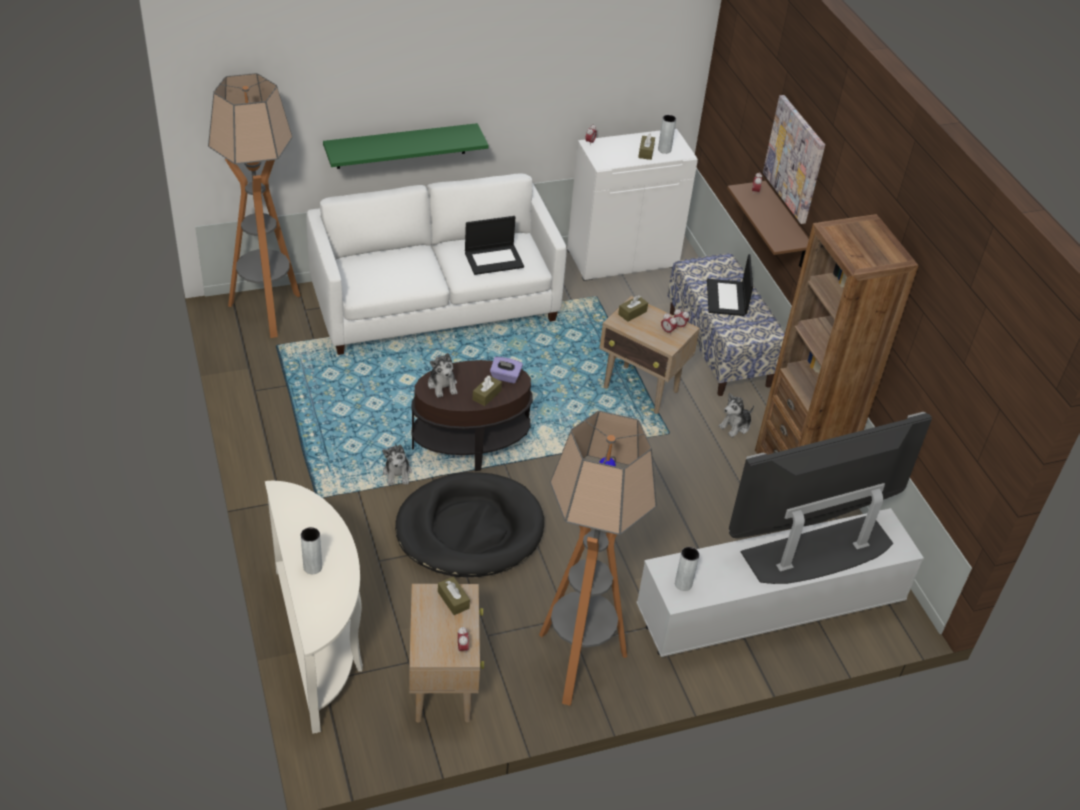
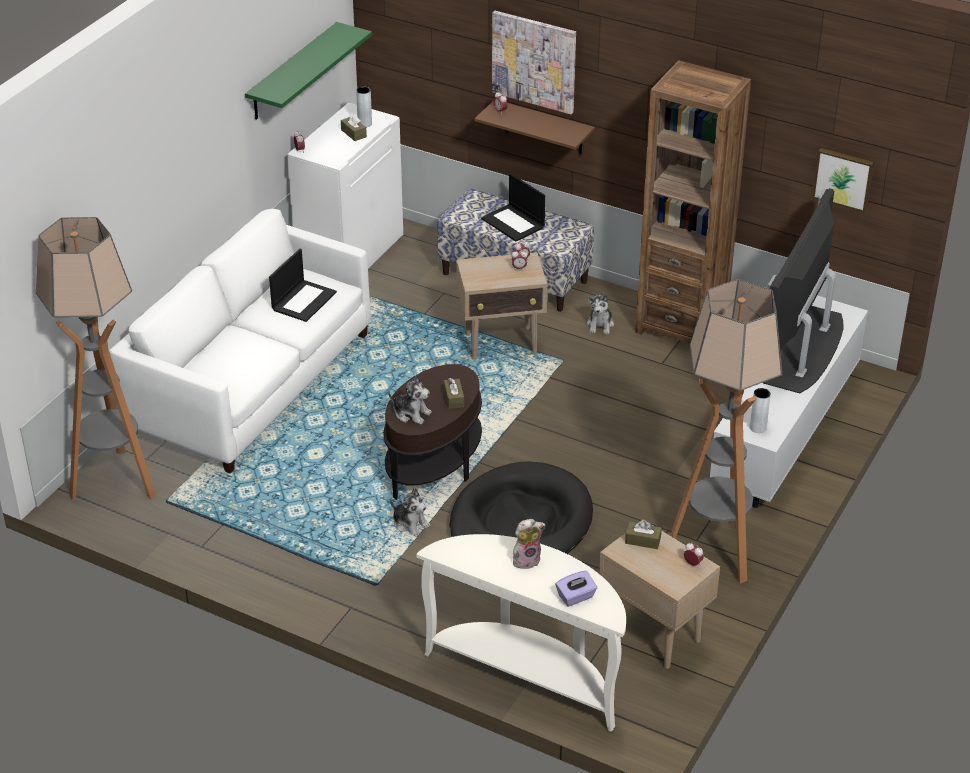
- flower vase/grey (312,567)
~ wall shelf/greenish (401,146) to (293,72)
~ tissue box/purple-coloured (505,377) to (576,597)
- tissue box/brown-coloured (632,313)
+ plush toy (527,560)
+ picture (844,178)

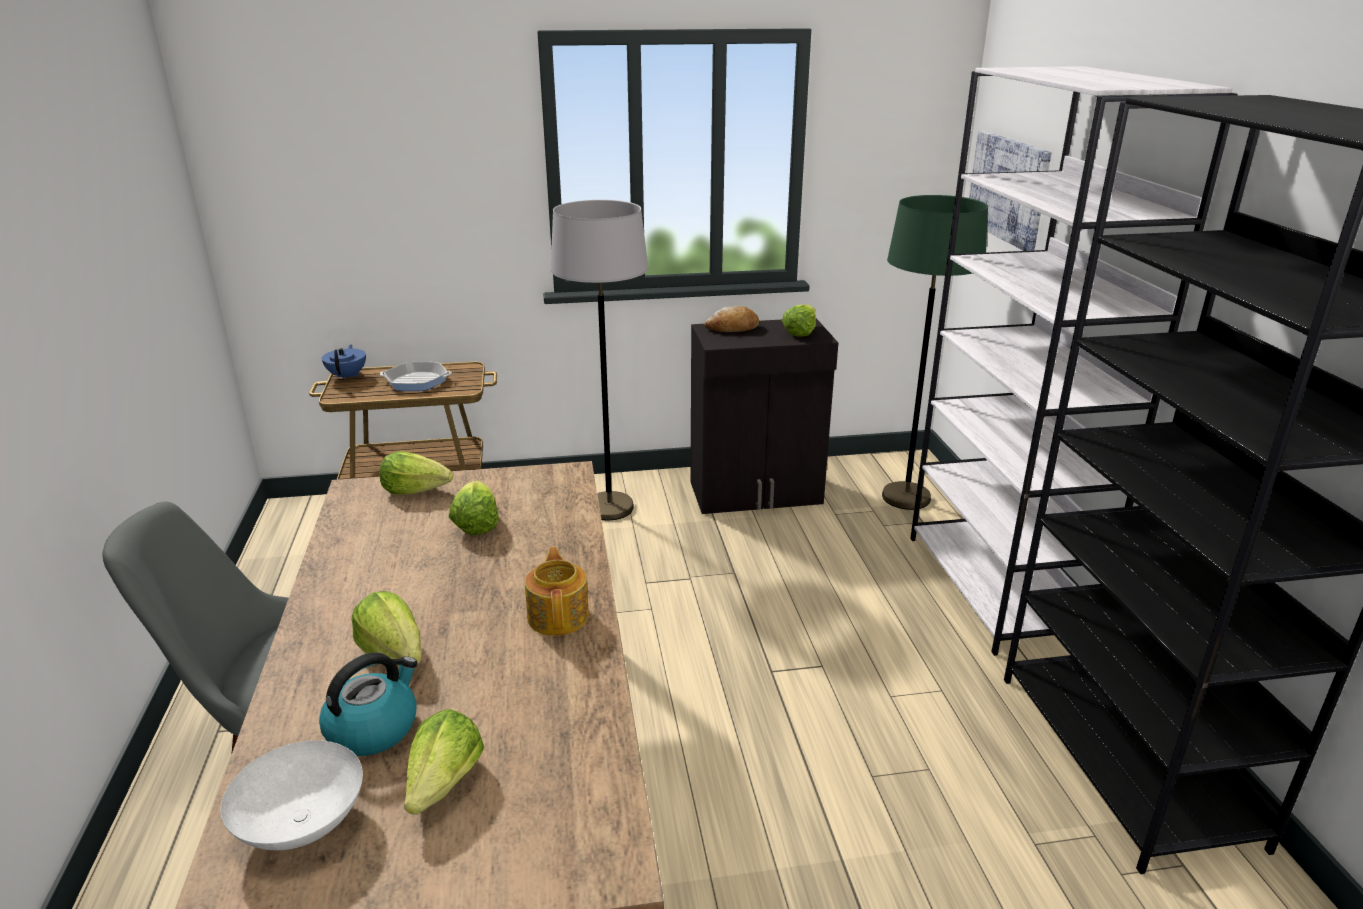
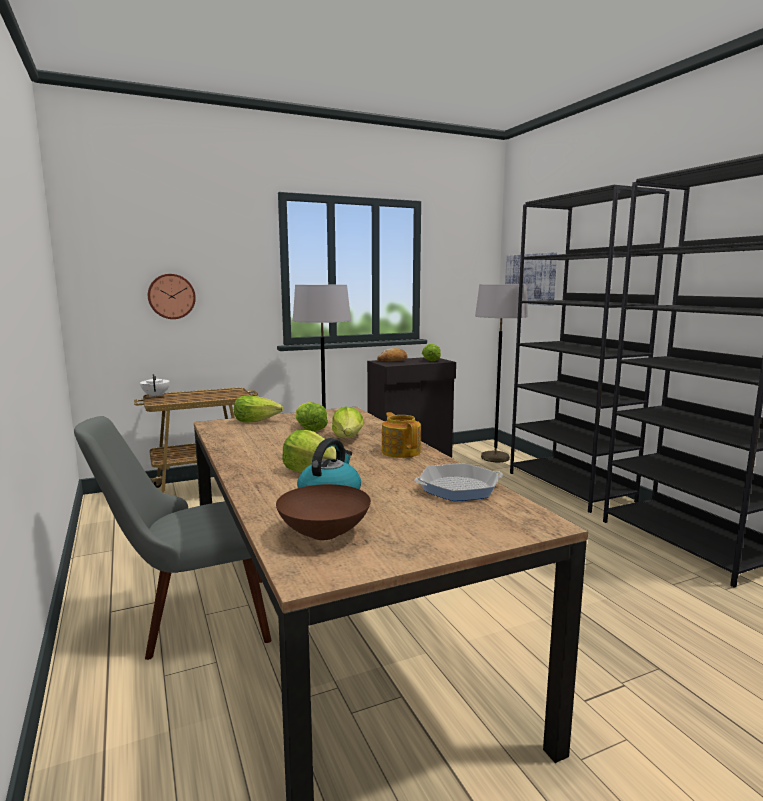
~ deep dish/whitish (302,822) to deep dish/brown-coloured (323,533)
~ tea pot/bluish (348,376) to tea pot/whitish (156,396)
~ frying pan (417,381) to (458,488)
~ lettuce head (445,783) to (348,438)
~ floor lamp/greenish (906,497) to floor lamp/grey (495,458)
~ bookcase/whitish (997,587) to bookcase/black-coloured (570,487)
+ hanging clock (171,296)

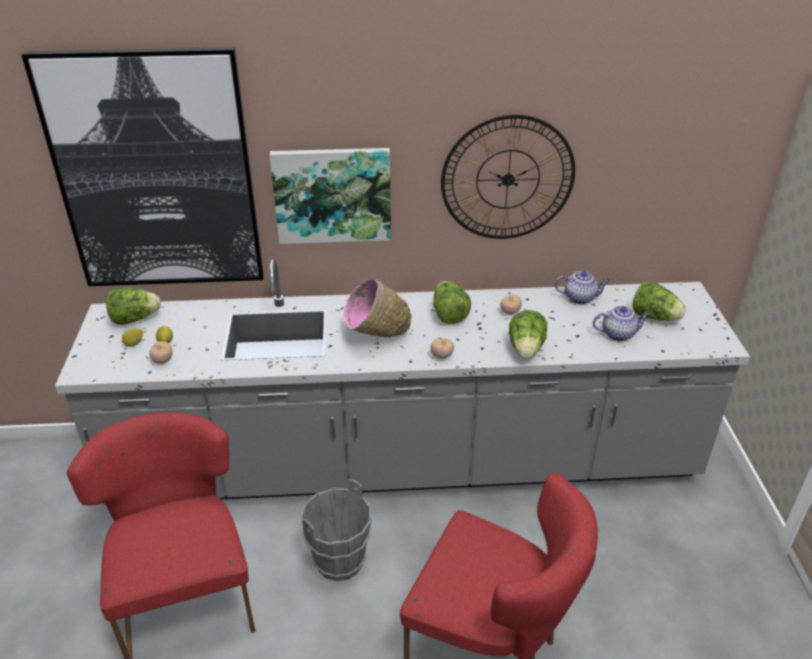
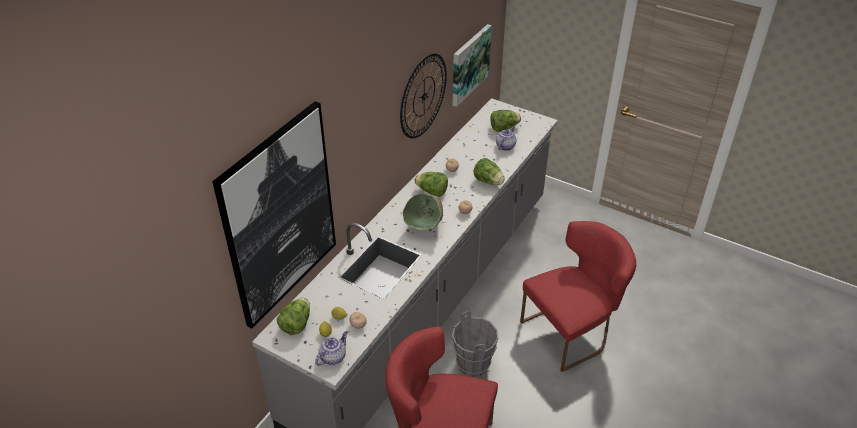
~ picture (332,195) to (469,64)
~ deep dish/pink (376,338) to deep dish/greenish (425,228)
~ tea pot (580,298) to (333,357)

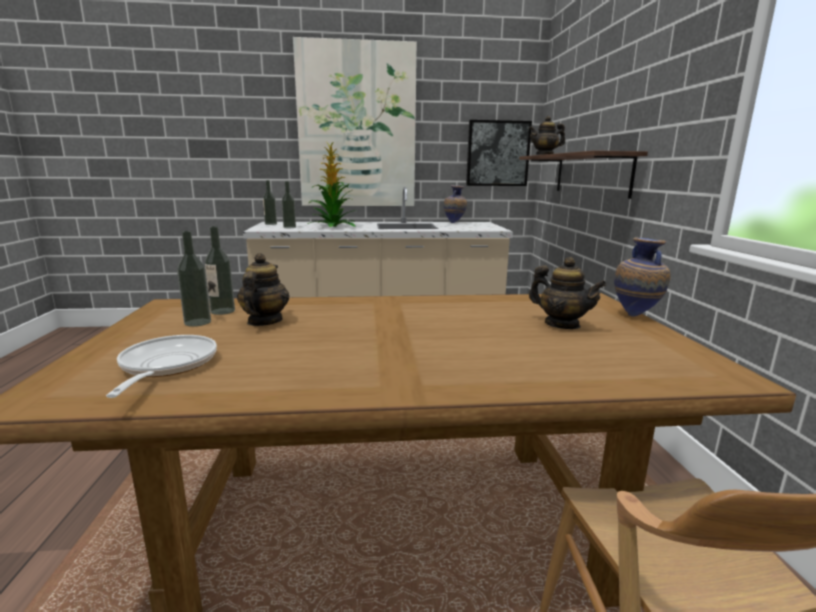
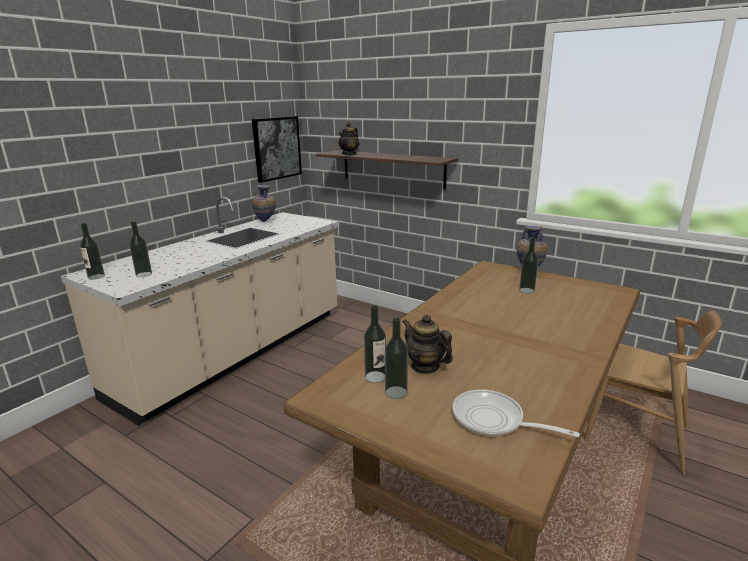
- picture (357,126)
- houseplant (332,226)
~ tea pot (562,325) to beverage bottle (527,290)

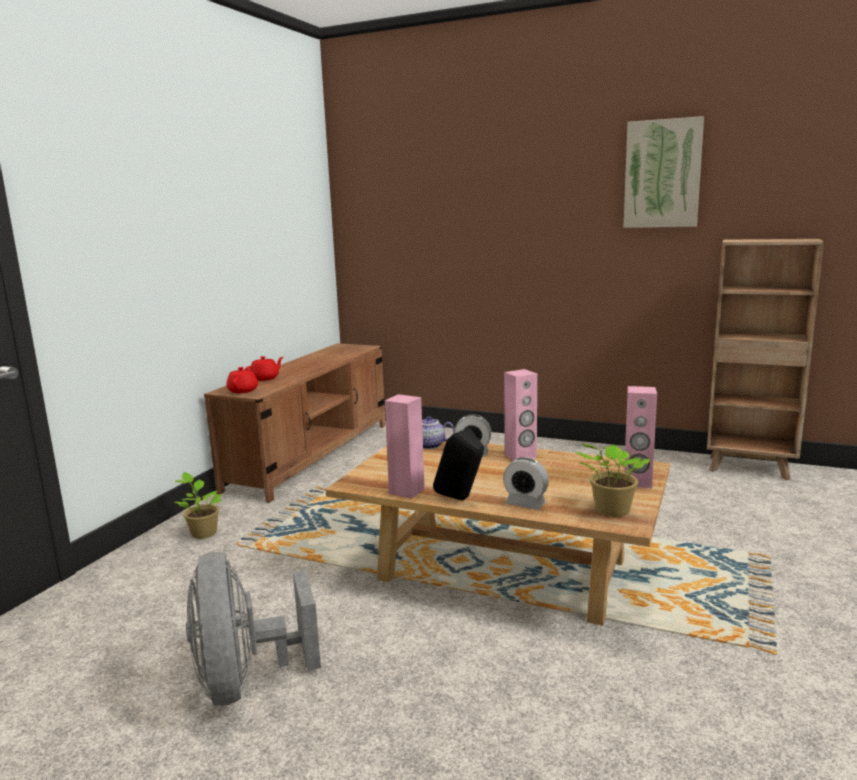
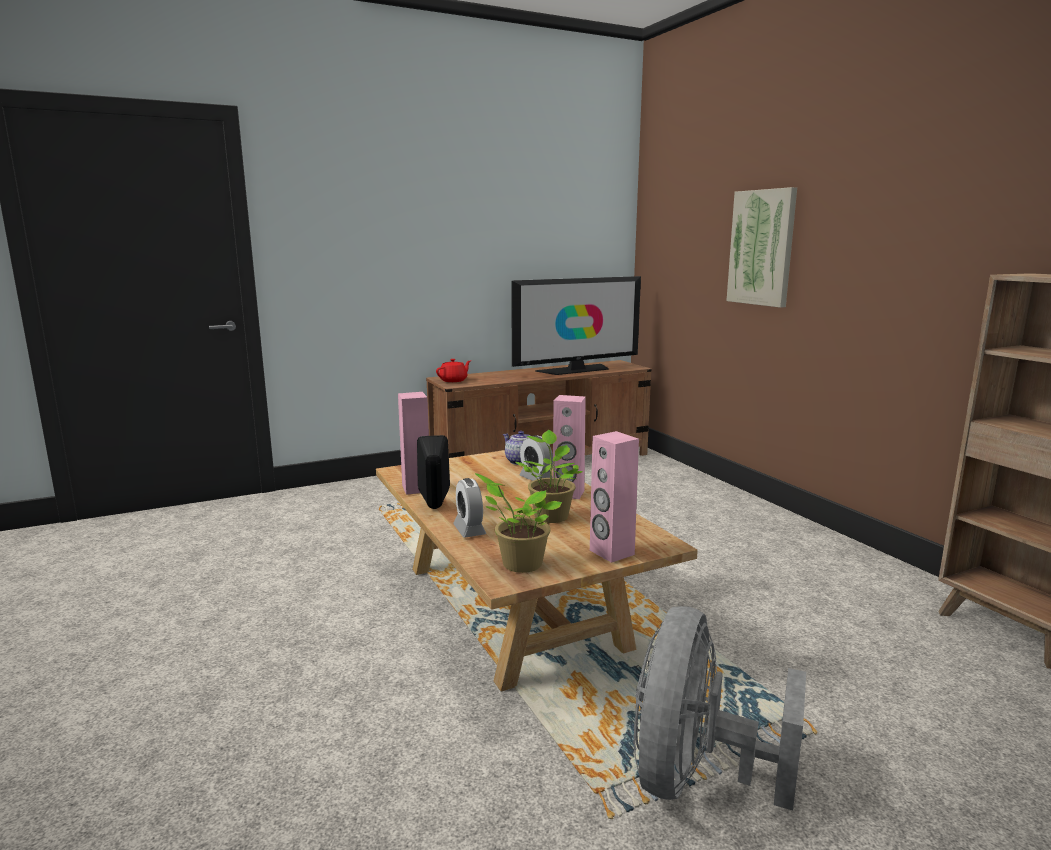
~ houseplant (202,532) to (550,515)
~ electric fan/grey (246,681) to (696,777)
- tea pot/red (265,378)
~ picture (662,174) to (762,248)
+ TV (576,370)

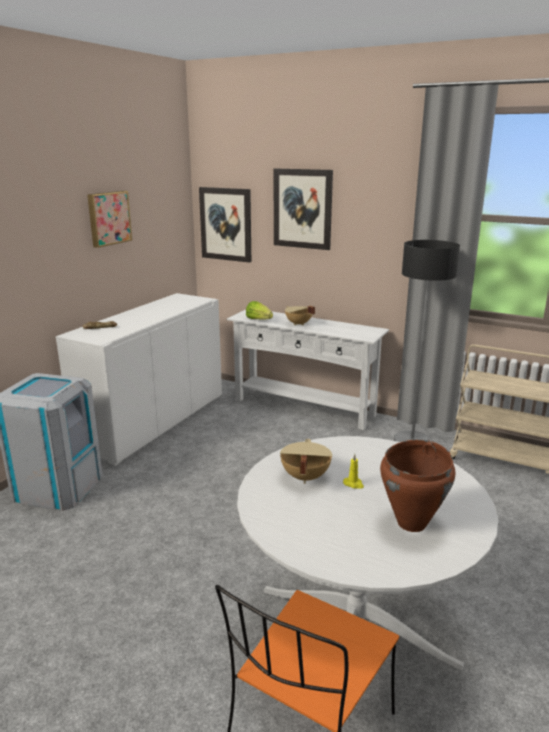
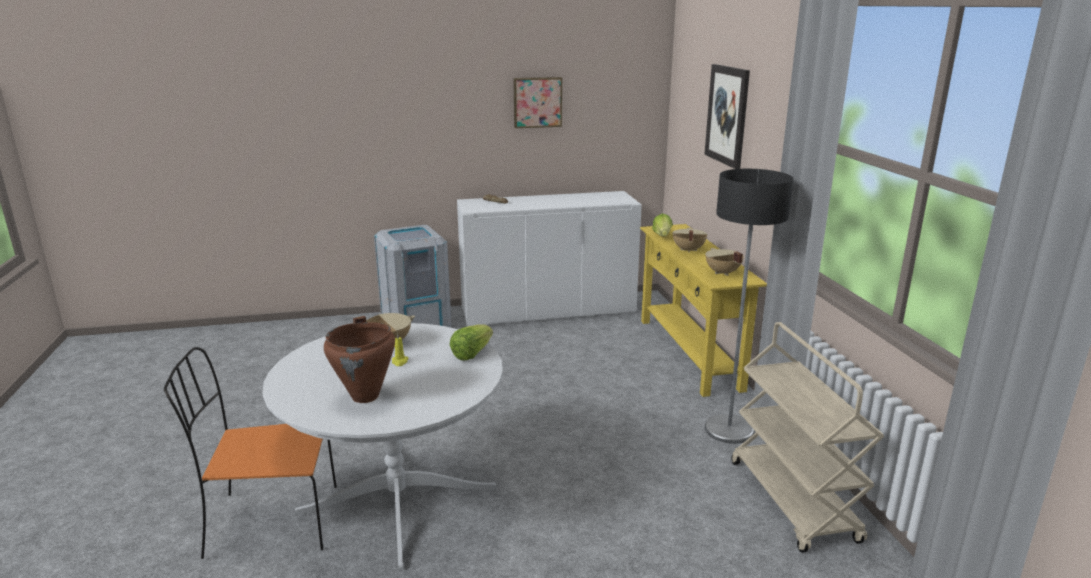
- picture (226,224)
~ hall table/whitish (304,407) to hall table/yellow-coloured (689,353)
+ lettuce head (471,353)
+ cooking pot/beige (722,273)

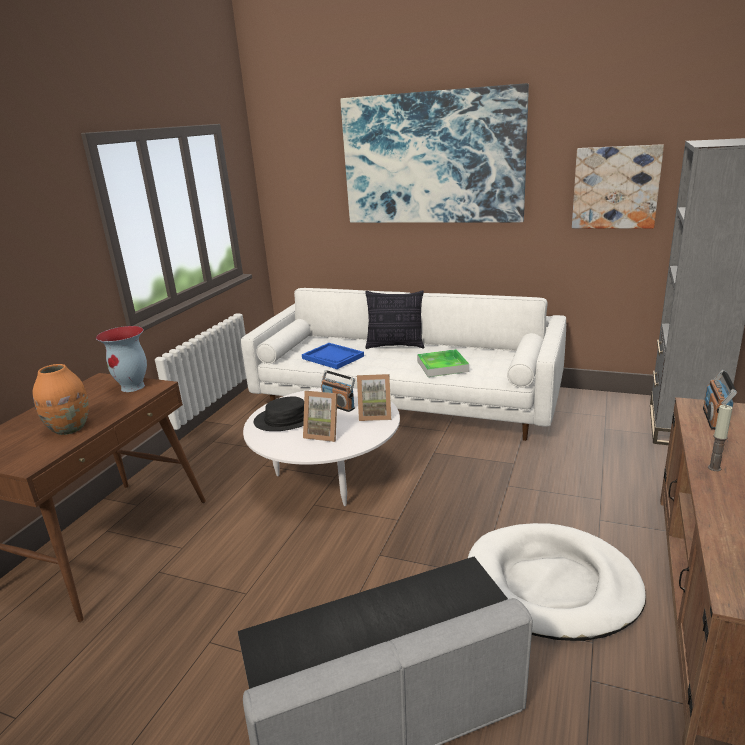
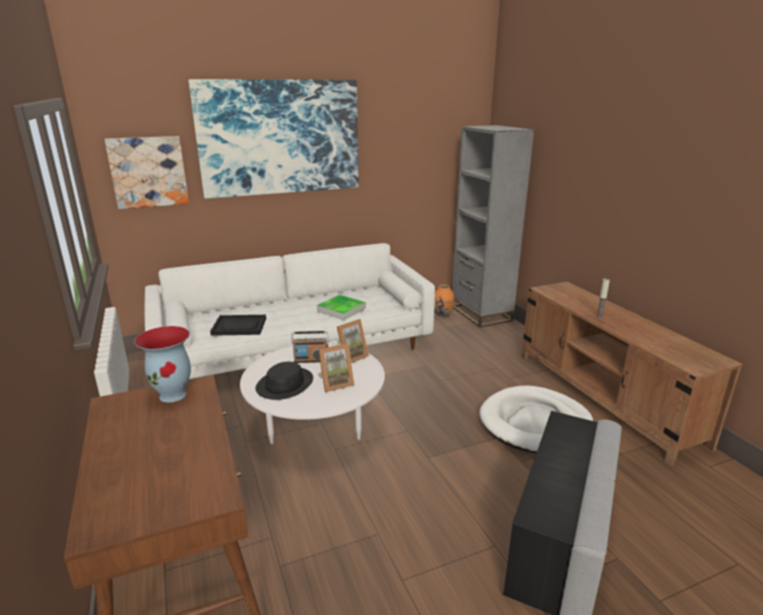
~ flower vase/orangey (70,428) to (443,315)
~ carrying tray/bluish (333,357) to carrying tray/black-coloured (239,326)
- pillow (395,345)
~ picture (615,187) to (148,172)
- radio (714,418)

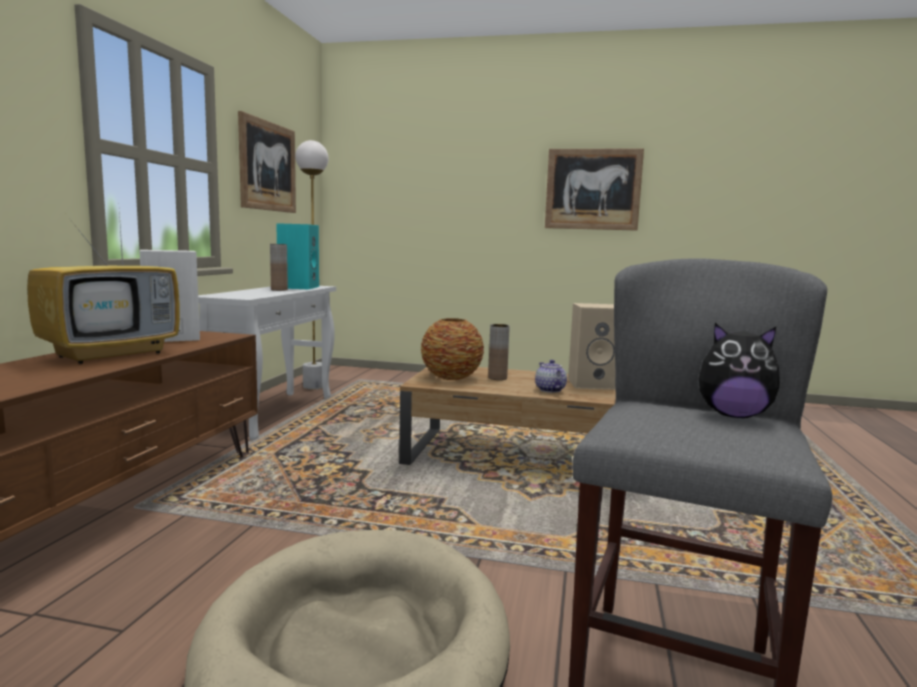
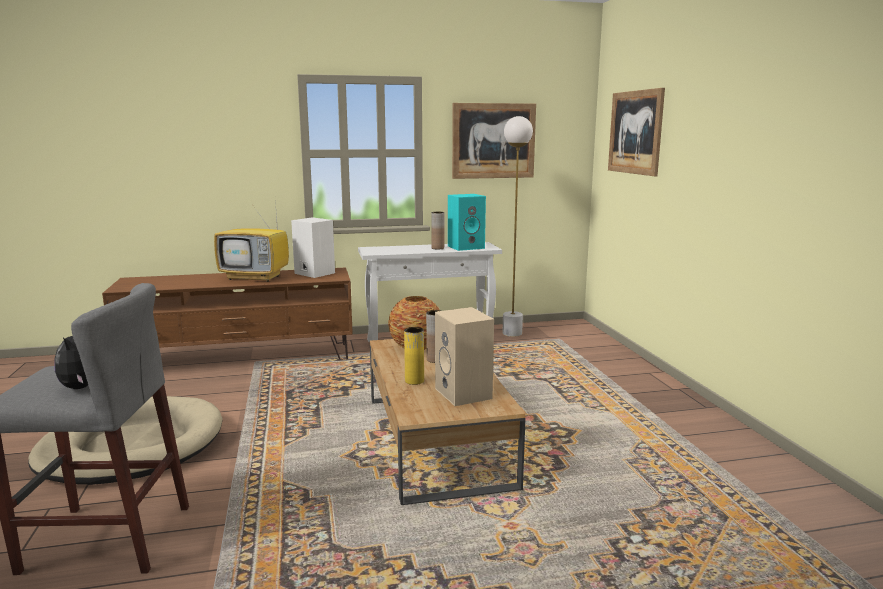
~ tea pot (549,390) to flower vase/yellow-coloured (414,381)
~ picture (593,189) to (635,132)

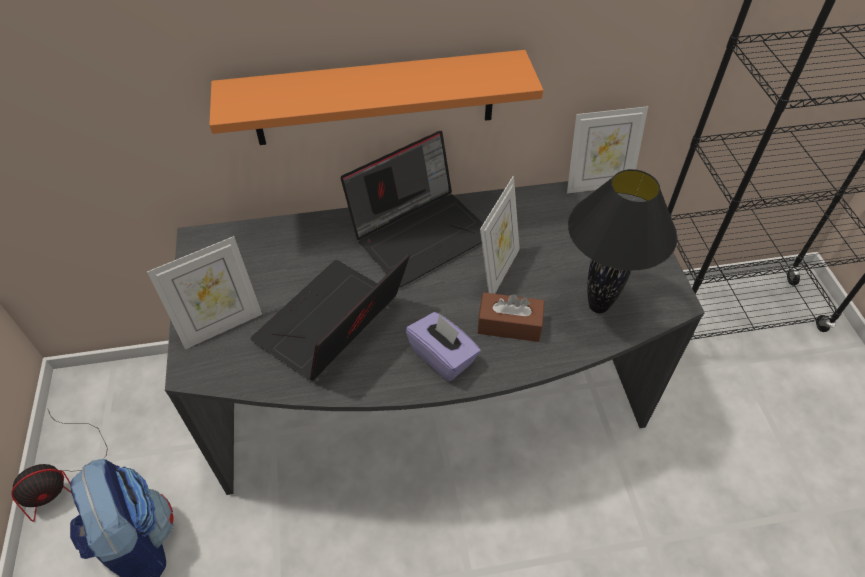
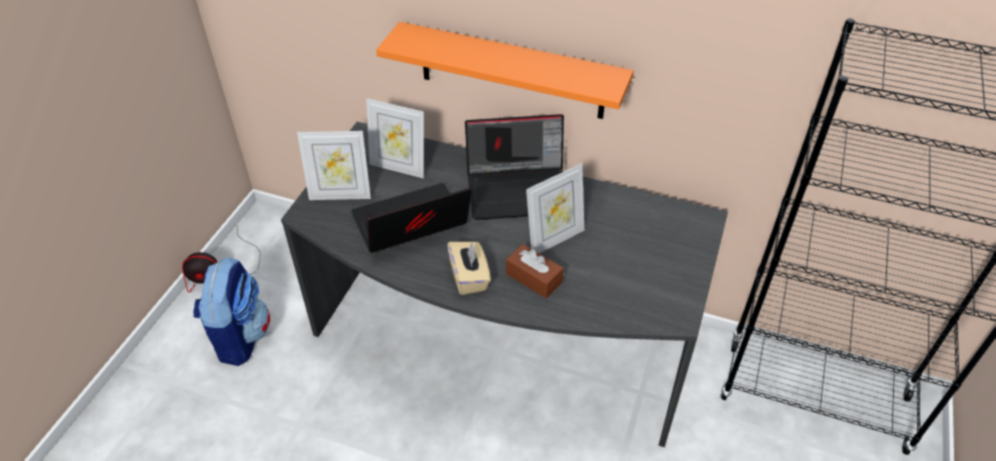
~ tissue box/purple-coloured (443,356) to tissue box/beige (469,277)
~ photo frame (597,184) to (398,167)
- tabletop lamp/black-coloured (599,307)

